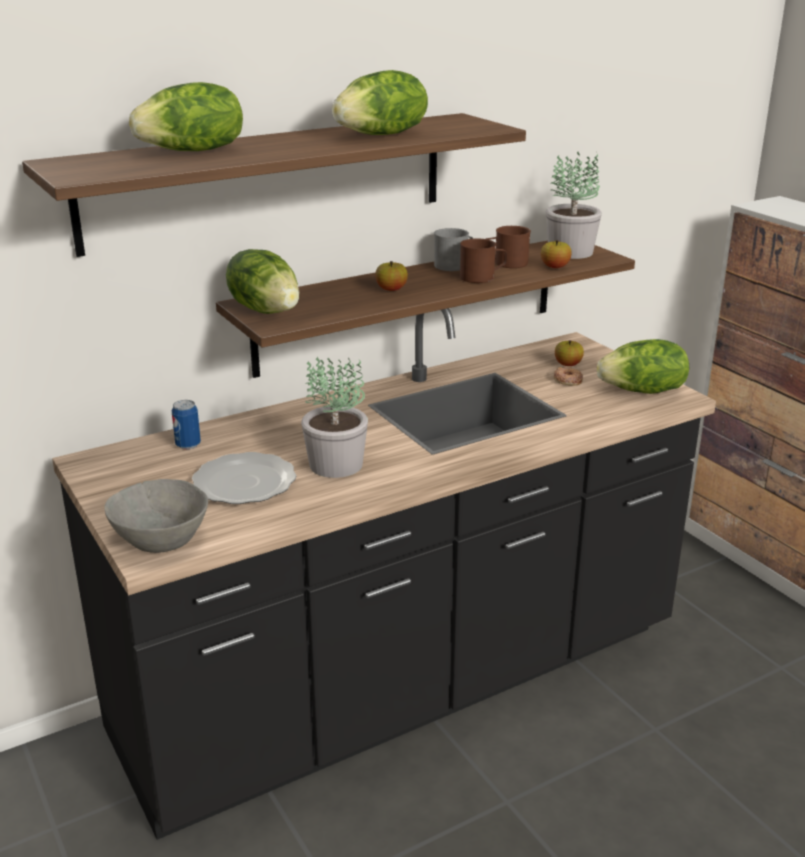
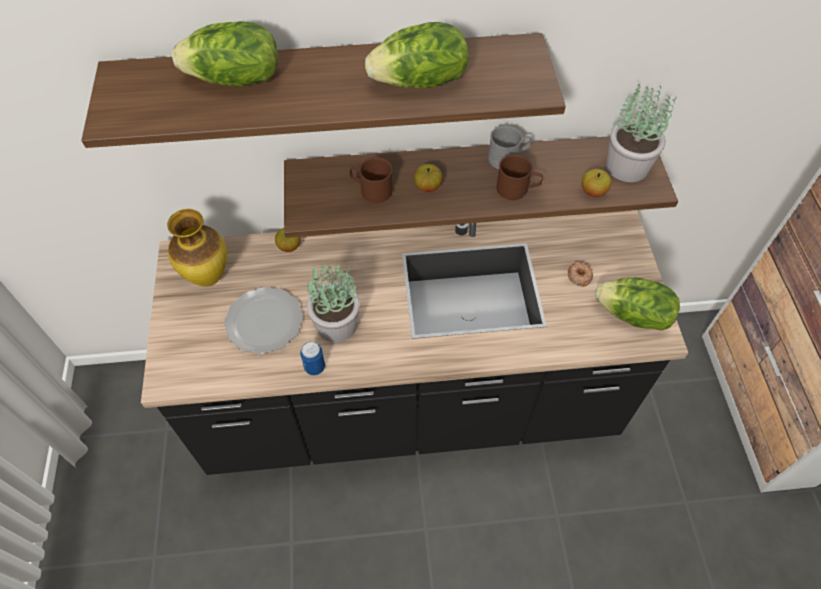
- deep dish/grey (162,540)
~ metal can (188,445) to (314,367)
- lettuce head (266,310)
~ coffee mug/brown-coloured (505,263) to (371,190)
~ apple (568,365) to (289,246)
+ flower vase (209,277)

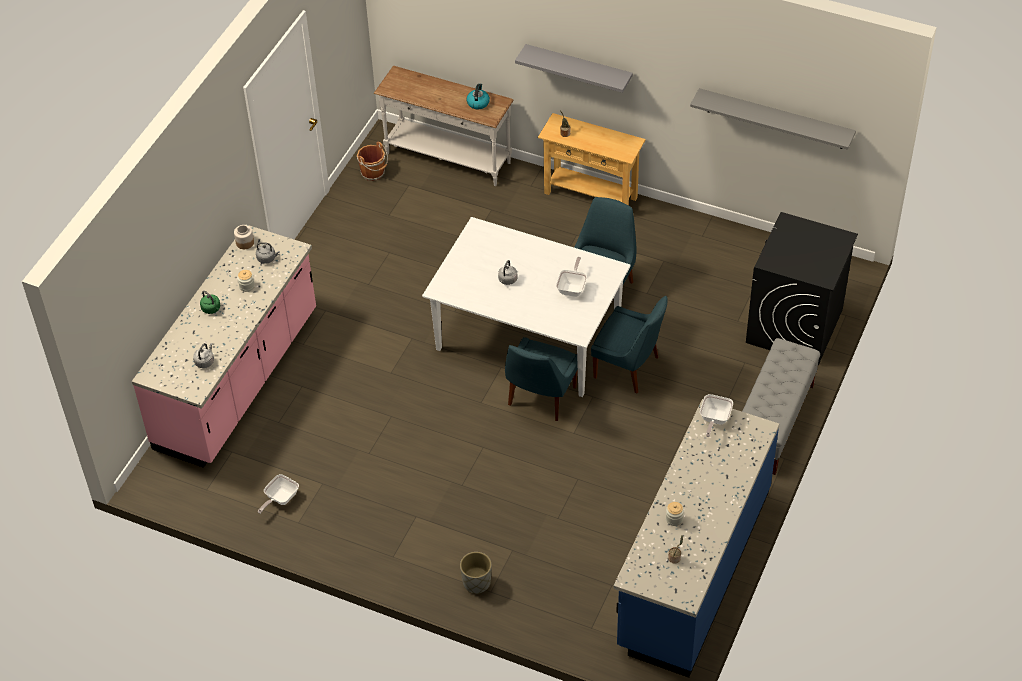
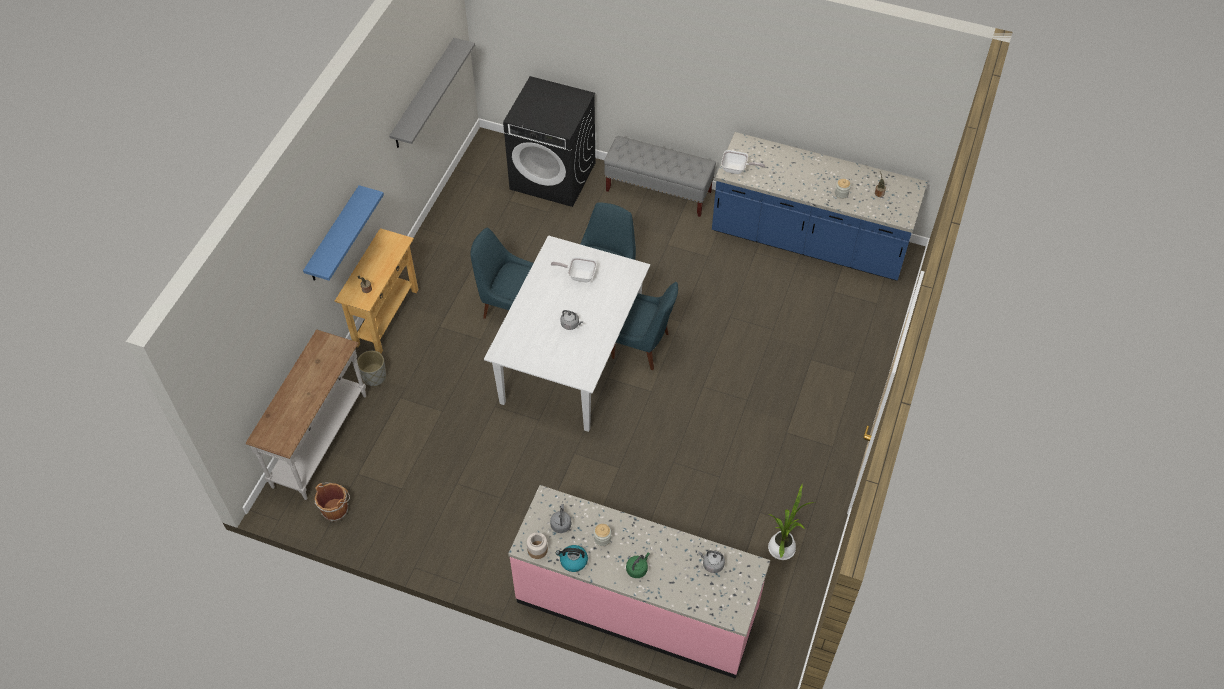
~ frying pan (280,499) to houseplant (783,546)
~ flower pot/grey (476,583) to (374,377)
~ tea kettle (478,103) to (573,561)
~ wall shelf/grey (578,68) to wall shelf/bluish (334,235)

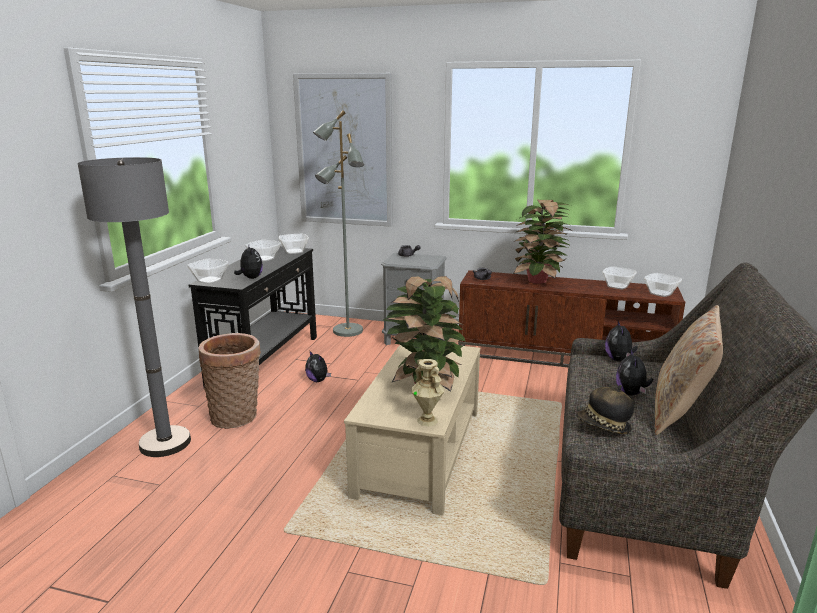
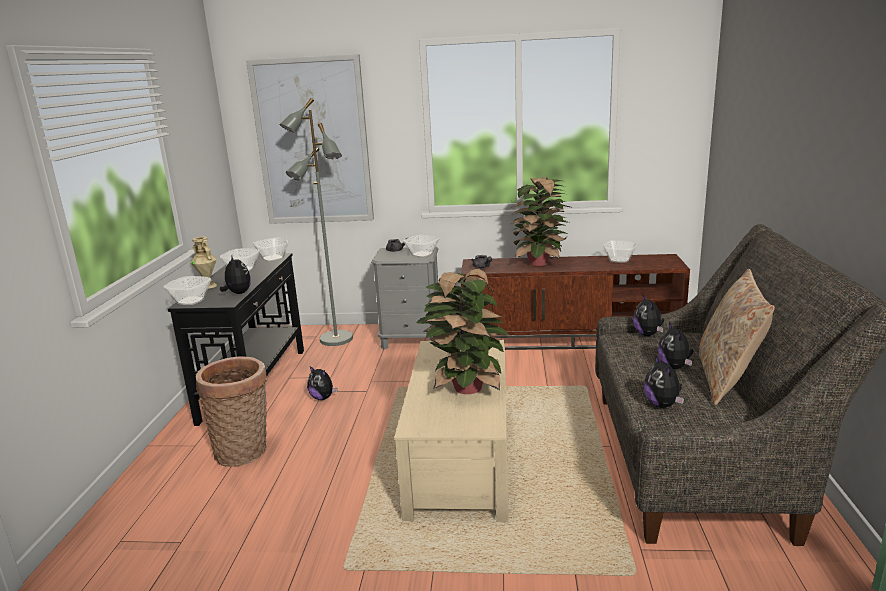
- floor lamp/grey (165,443)
~ flower vase/beige (427,420) to (209,286)
~ wearable hat (603,427) to plush toy (662,405)
~ deep dish (660,293) to (421,254)

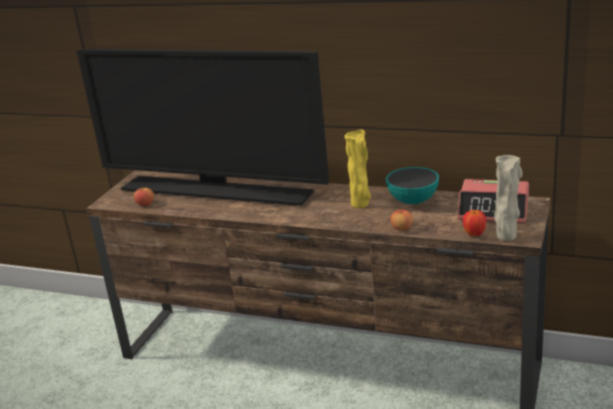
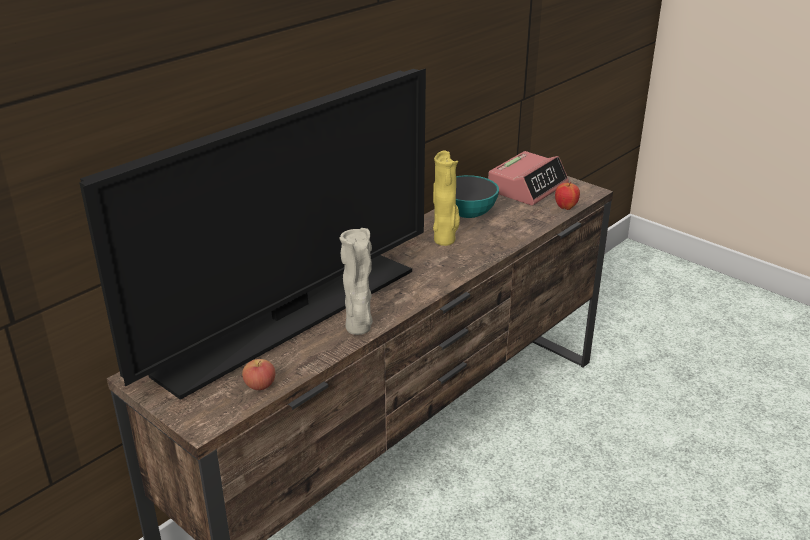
- apple (402,228)
~ flower vase/beige (505,237) to (359,329)

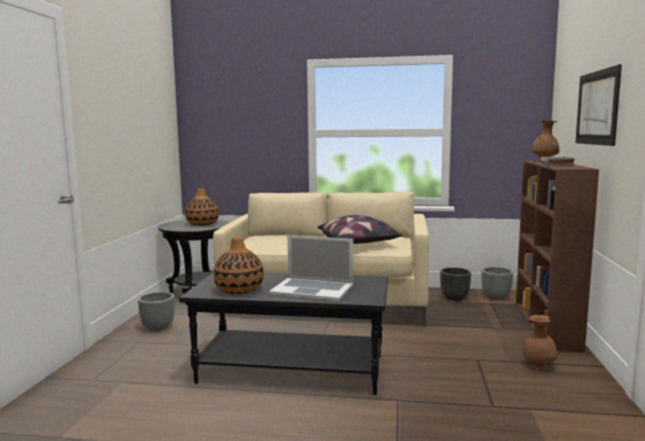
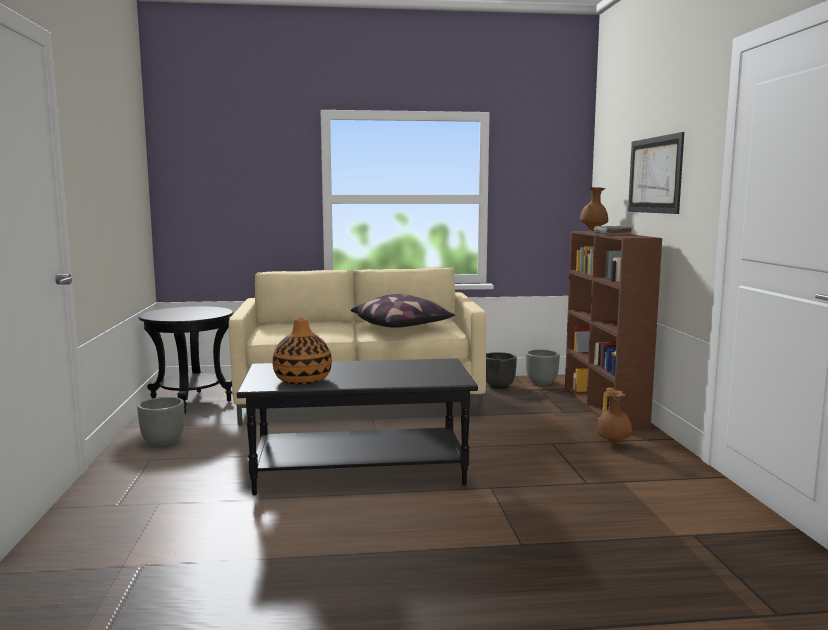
- flower vase (202,224)
- laptop (312,289)

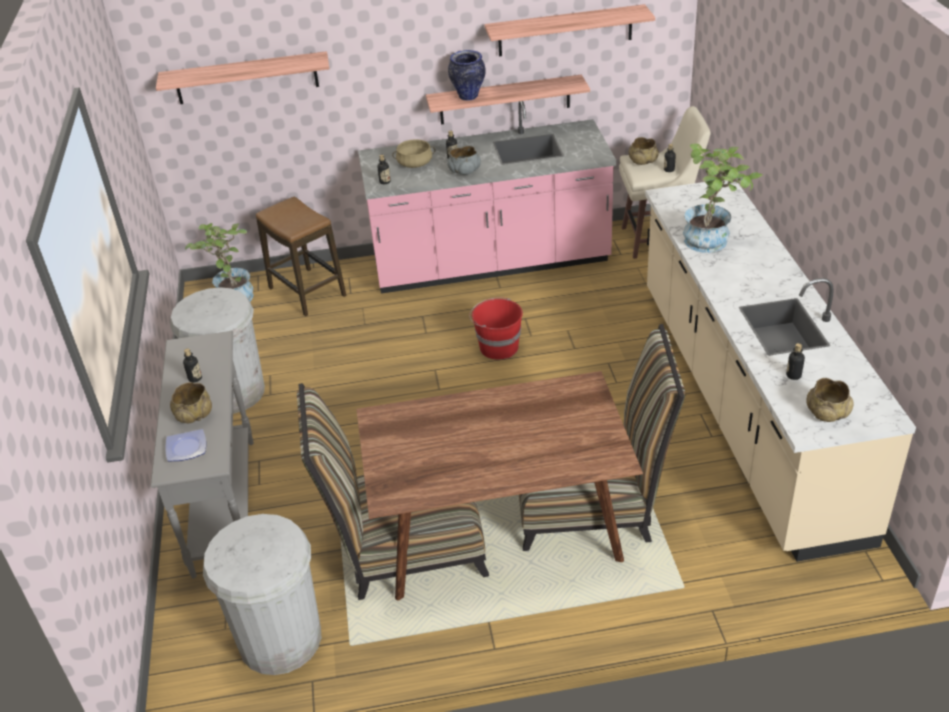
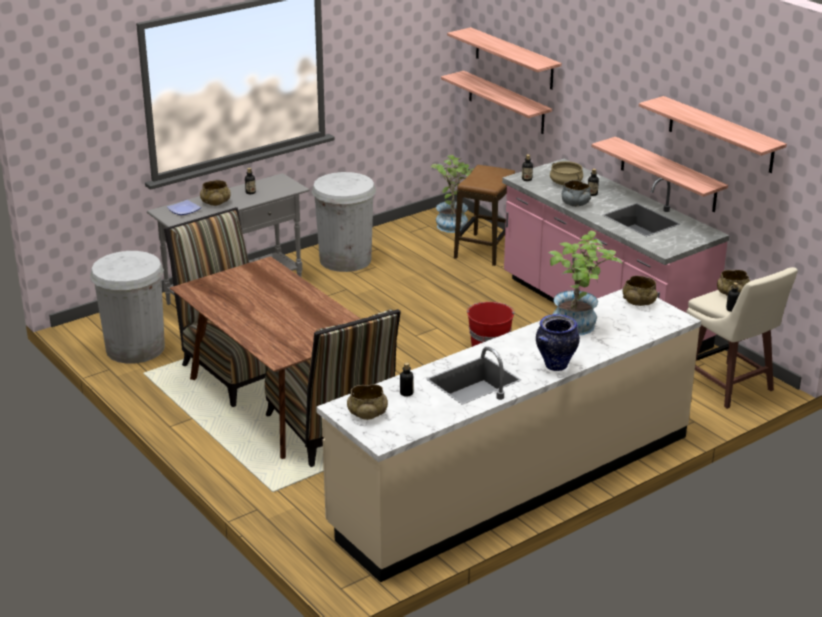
~ flower vase (468,97) to (555,366)
+ wall shelf (506,102)
+ deep dish/beige (639,302)

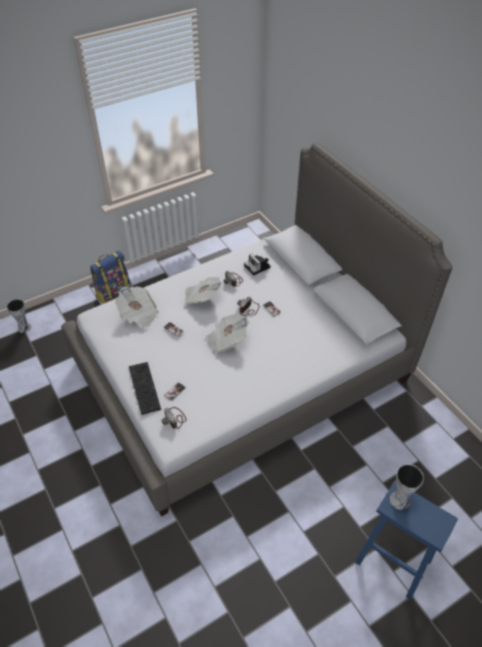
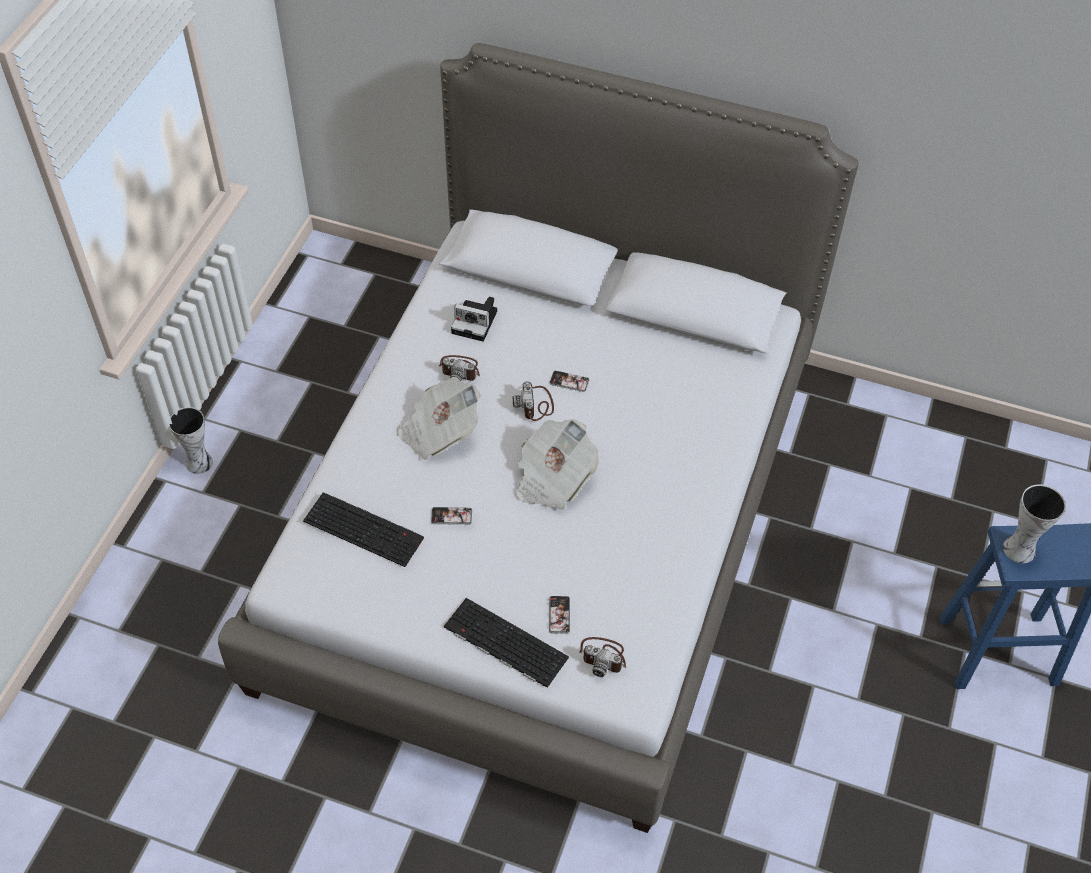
~ flower vase (25,327) to (199,461)
- rucksack (114,293)
~ newspaper (138,315) to keyboard (365,529)

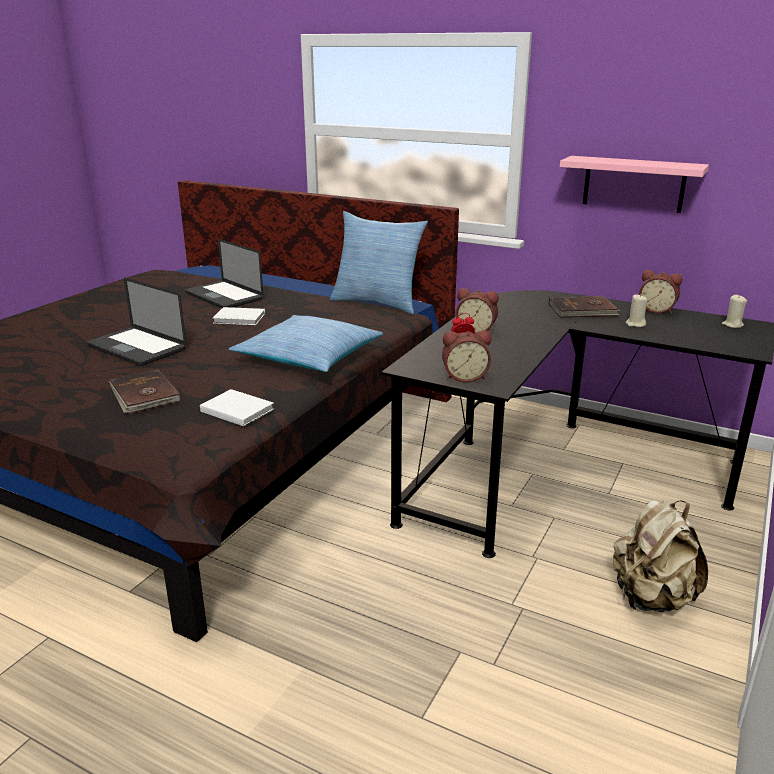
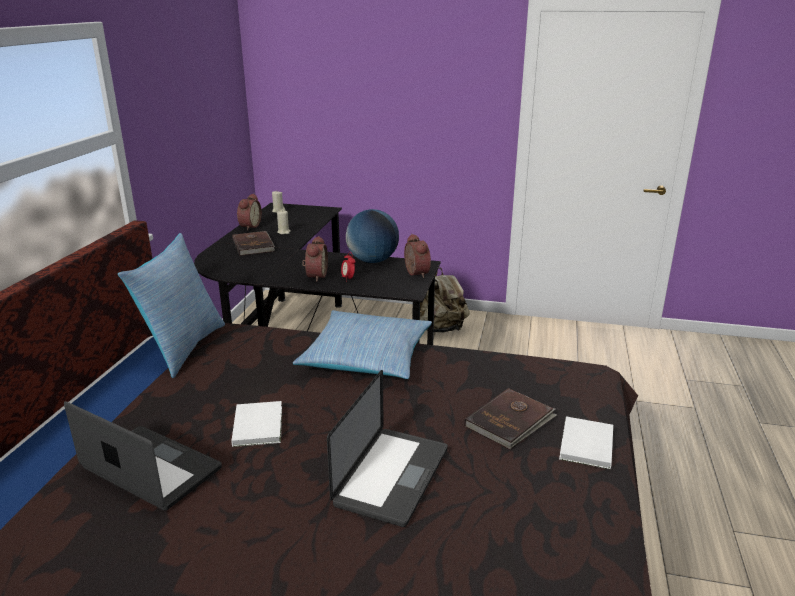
~ laptop (224,296) = (151,469) 90 degrees counterclockwise
~ bound book/whitish (236,409) to (585,445)
- wall shelf/pink (633,184)
+ globe (372,261)

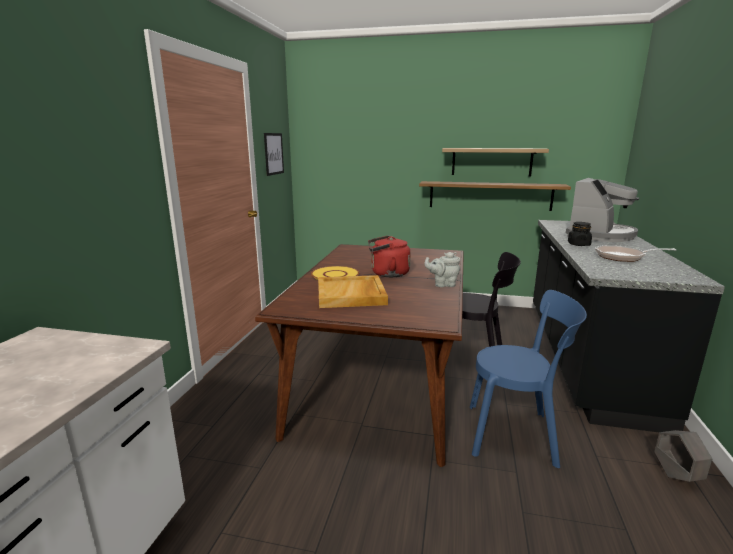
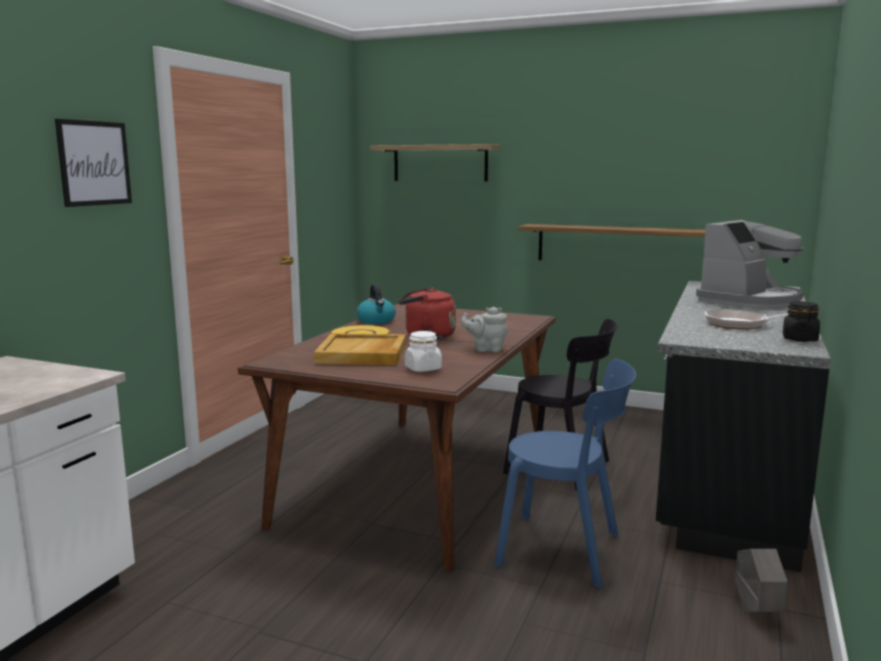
~ picture (273,154) to (94,163)
~ wall shelf (491,162) to (440,163)
~ preserve jar/black-coloured (578,244) to (799,339)
+ tea kettle (376,321)
+ preserve jar/whitish (423,368)

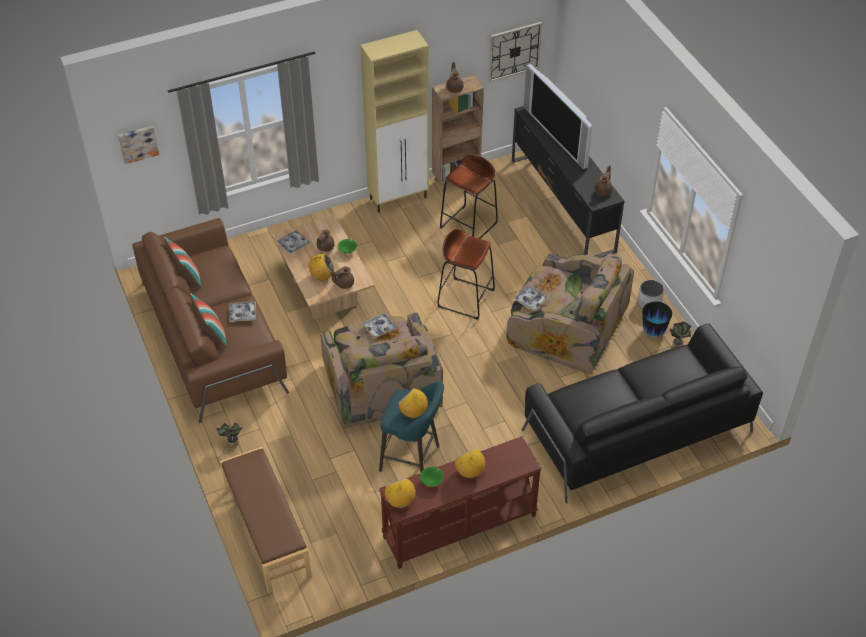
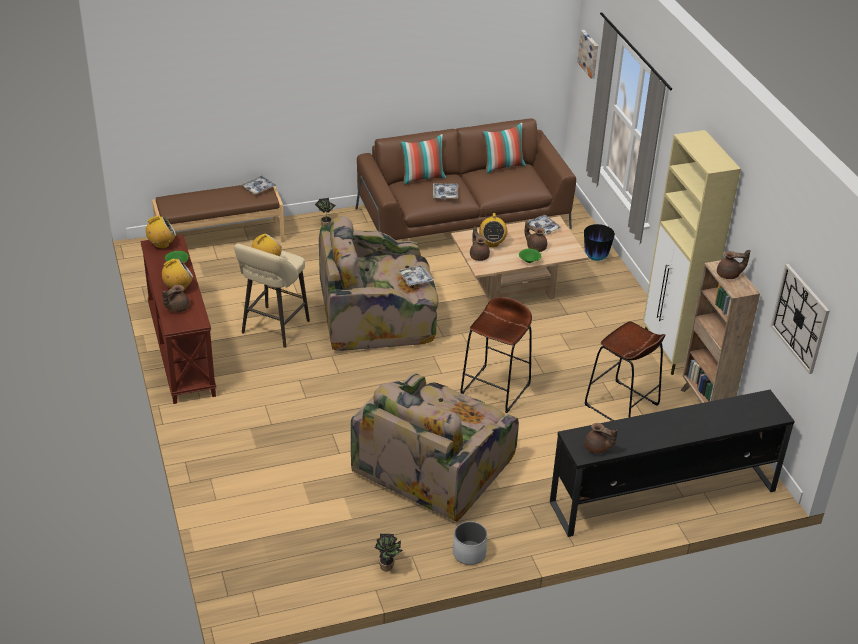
~ stool seat/turquoise (413,459) to stool seat/beige (273,329)
~ carrying tray (530,300) to (258,188)
- couch/black-coloured (636,430)
- TV (557,136)
~ flower vase (653,332) to (595,258)
+ tea pot/brown-coloured (177,308)

